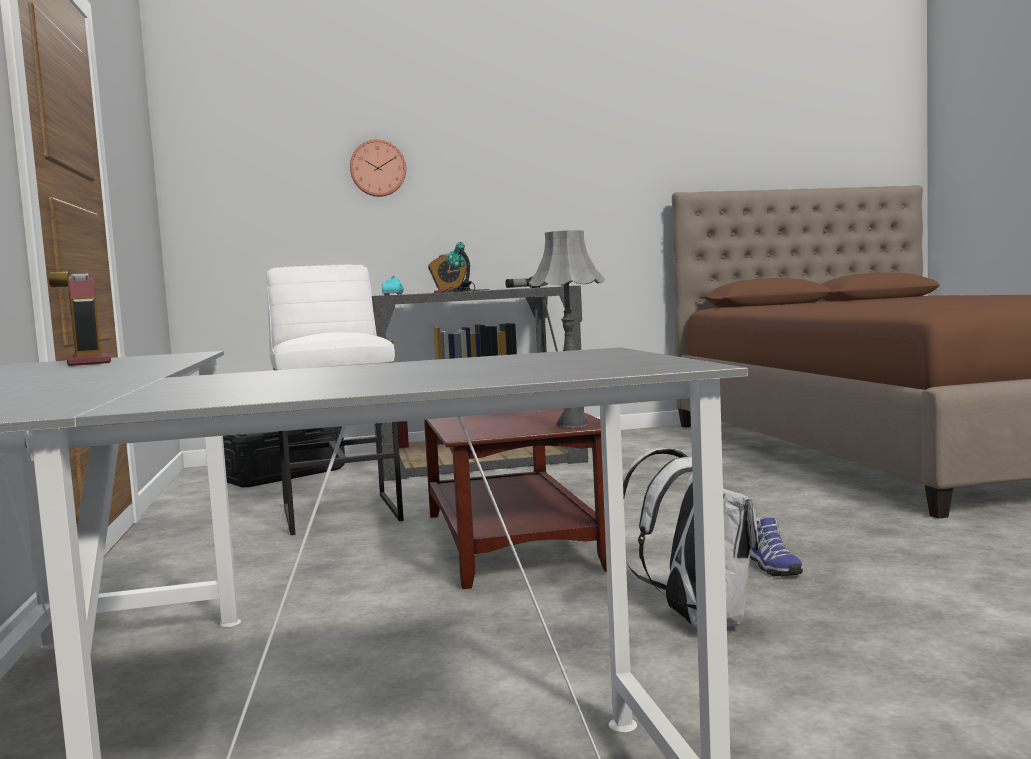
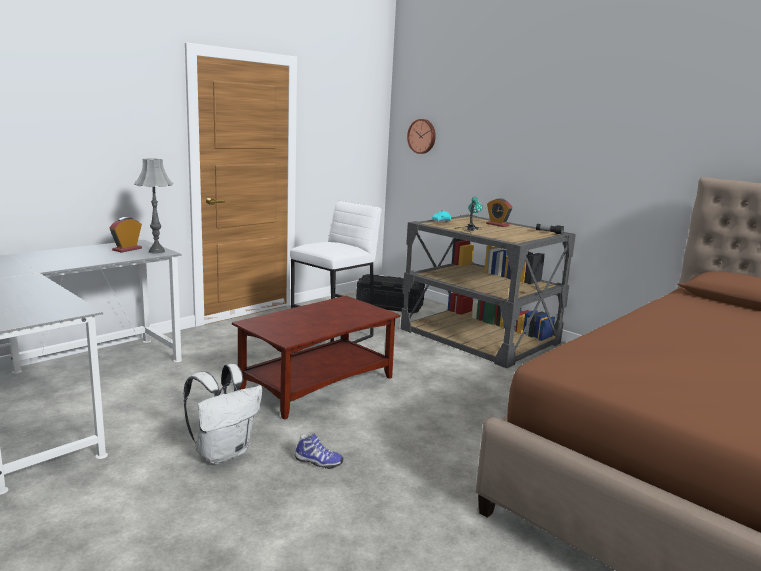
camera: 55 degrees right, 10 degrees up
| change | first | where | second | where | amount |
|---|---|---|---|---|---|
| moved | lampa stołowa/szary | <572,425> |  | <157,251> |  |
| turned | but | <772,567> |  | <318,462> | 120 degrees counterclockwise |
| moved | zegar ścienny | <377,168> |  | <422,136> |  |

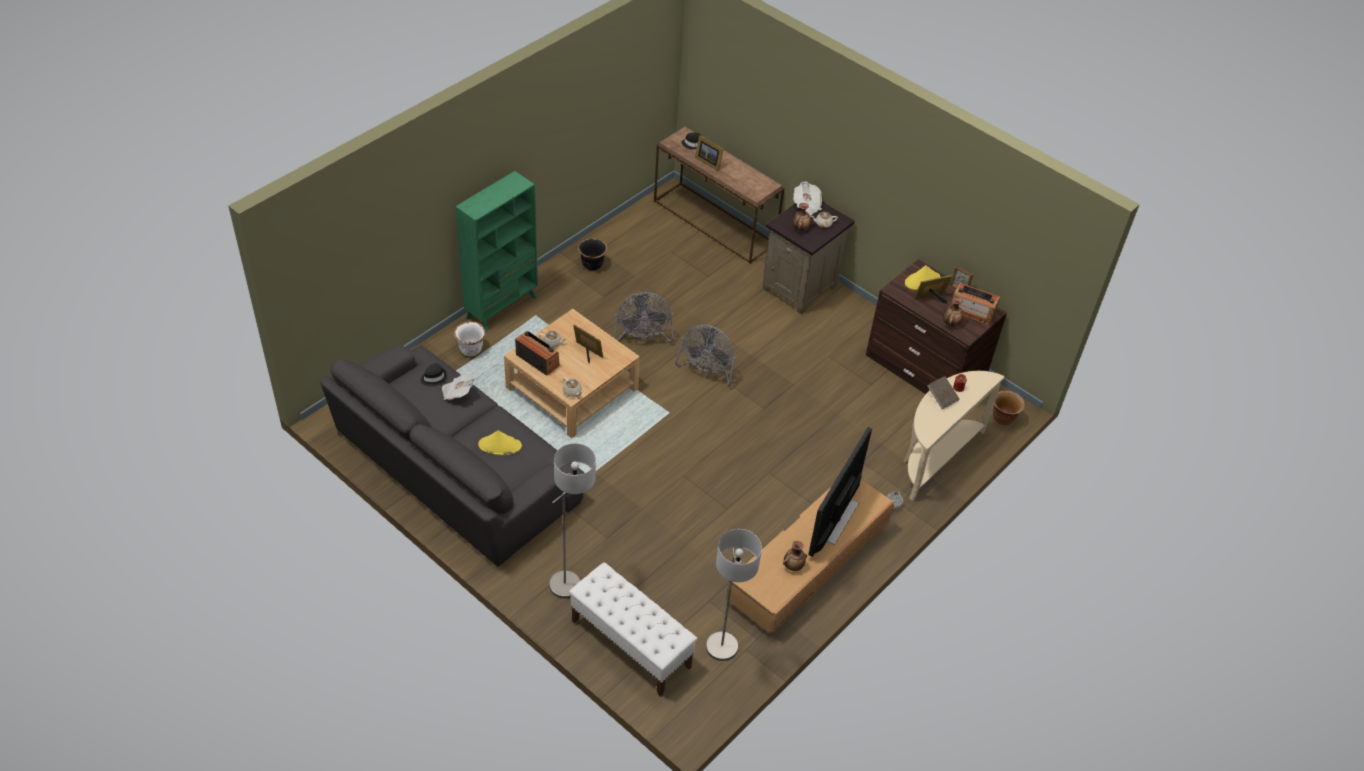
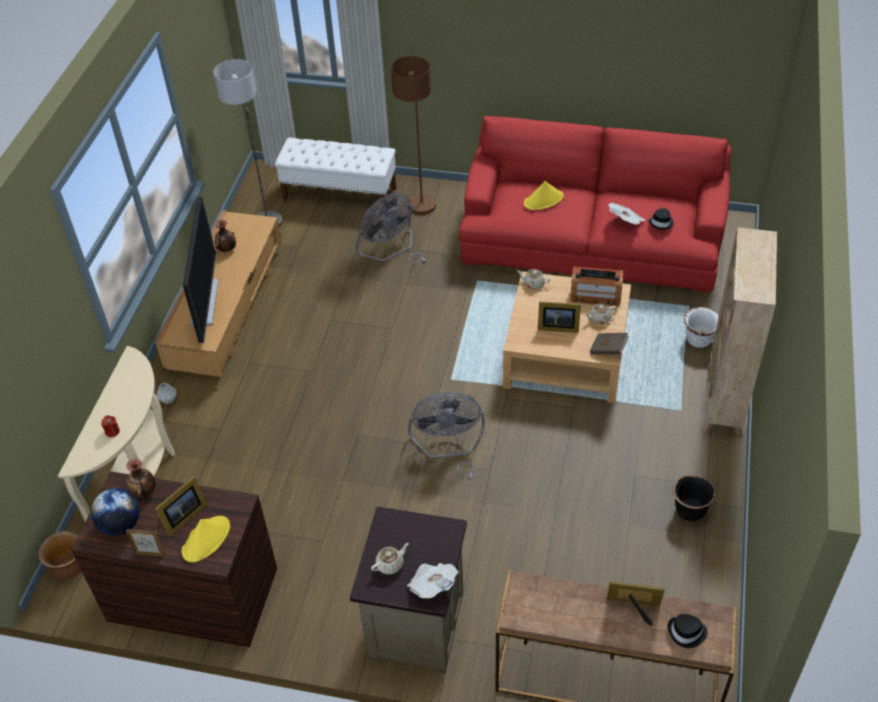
camera: 155 degrees right, 0 degrees up
| change | first | where | second | where | amount |
|---|---|---|---|---|---|
| replaced | radio | <971,311> | globus | <121,524> |  |
| moved | wentylator/szary | <640,335> |  | <394,249> |  |
| recoloured | lampa stojąca/szary | <571,579> | lampa stojąca/brązowy | <420,211> |  |
| recoloured | kanapa/szary | <455,468> | kanapa/czerwony | <592,238> |  |
| moved | książka/brązowy | <942,397> |  | <608,349> |  |
| recoloured | regał/zielony | <502,307> | regał/beżowy | <723,401> |  |
| removed | wazon | <800,228> |  |  |  |

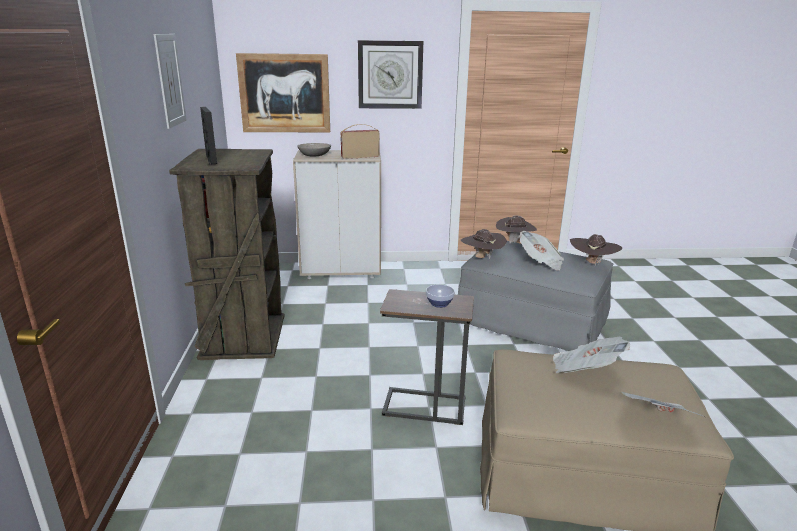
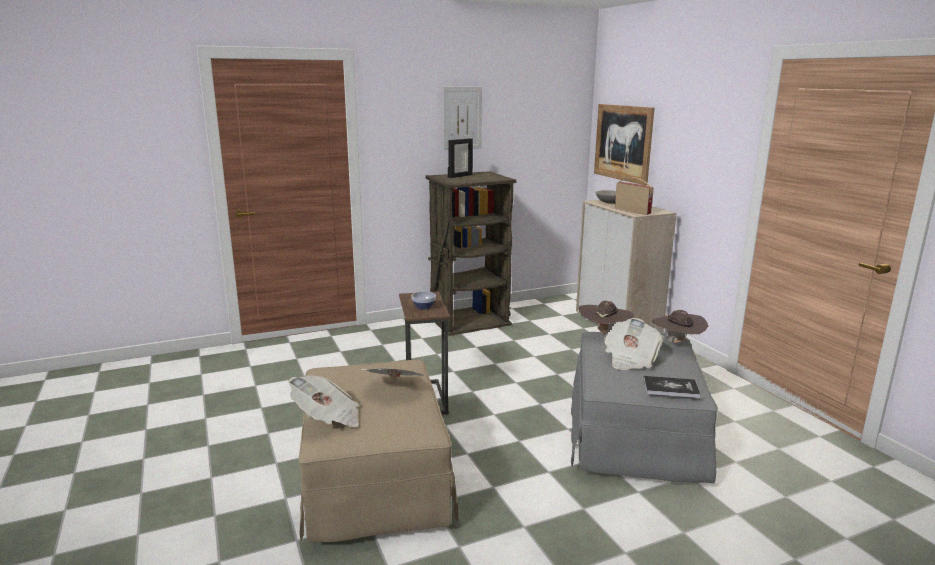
camera: 70 degrees right, 5 degrees down
| change | first | where | second | where | amount |
|---|---|---|---|---|---|
| replaced | kapelusz/brązowy | <592,263> | książka | <671,388> |  |
| removed | zegar ścienny | <390,75> |  |  |  |

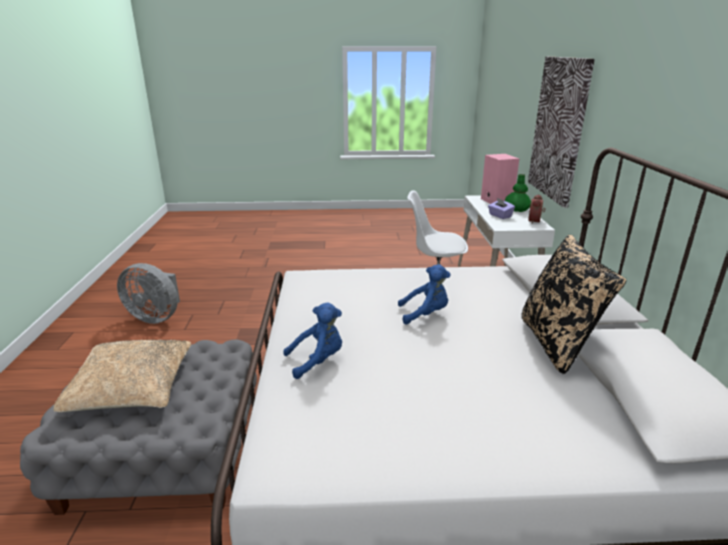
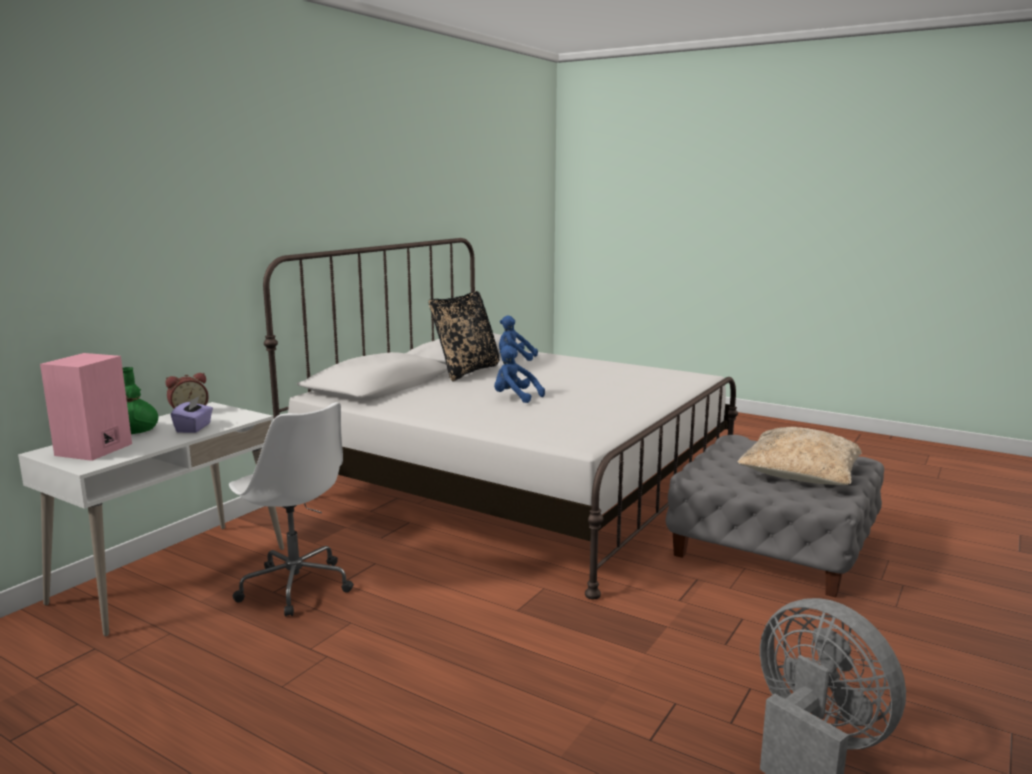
camera: 145 degrees left, 10 degrees down
| change | first | where | second | where | amount |
|---|---|---|---|---|---|
| moved | pluszak/niebieski | <317,361> |  | <514,358> |  |
| removed | obraz | <558,129> |  |  |  |

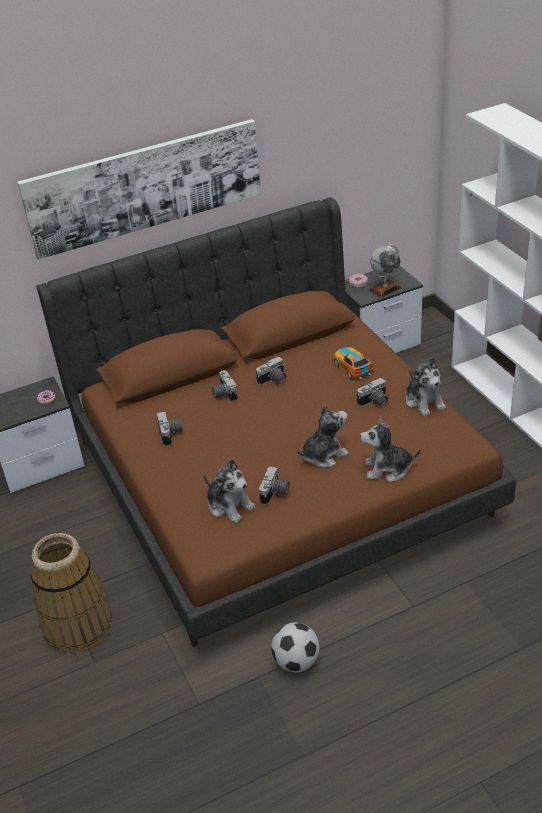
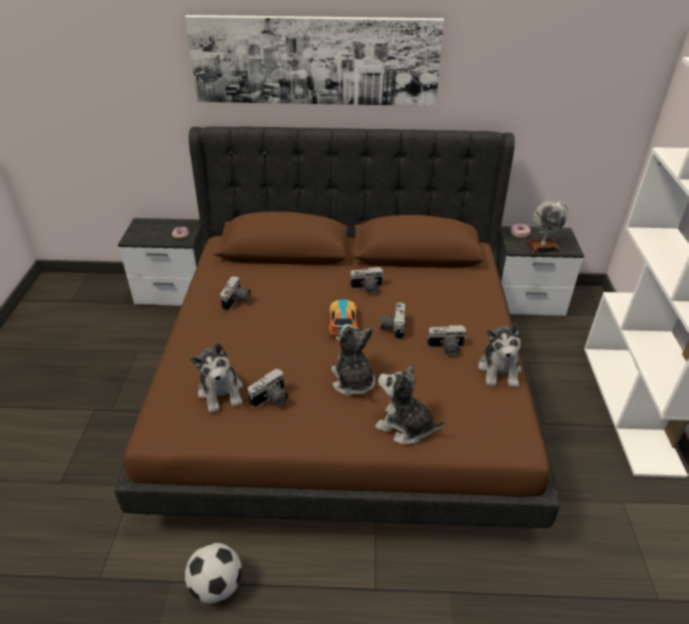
camera: 25 degrees right, 0 degrees up
| change | first | where | second | where | amount |
|---|---|---|---|---|---|
| moved | samochodzik | <352,367> |  | <343,323> |  |
| turned | pluszak | <323,455> |  | <353,381> | 105 degrees counterclockwise |
| moved | aparat fotograficzny | <223,394> |  | <392,327> |  |
| removed | koszyk | <78,625> |  |  |  |

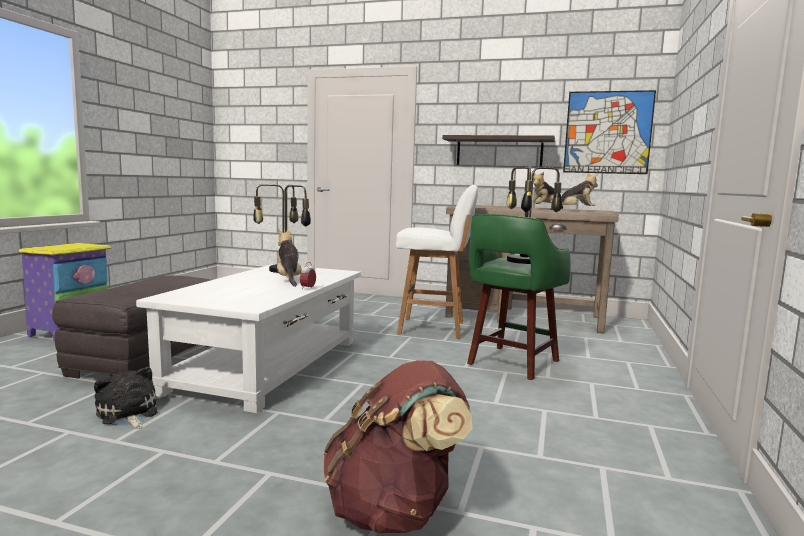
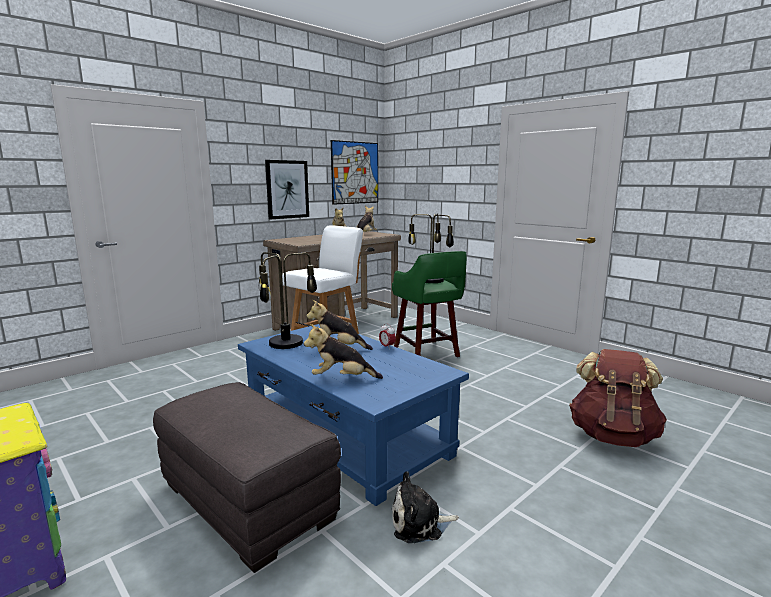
camera: 60 degrees left, 5 degrees up
| change | first | where | second | where | amount |
|---|---|---|---|---|---|
| recoloured | ława/biały | <266,365> | ława/niebieski | <345,435> |  |
| replaced | półka | <499,151> | obraz | <287,189> |  |
| added |  |  | pluszak | <342,378> |  |

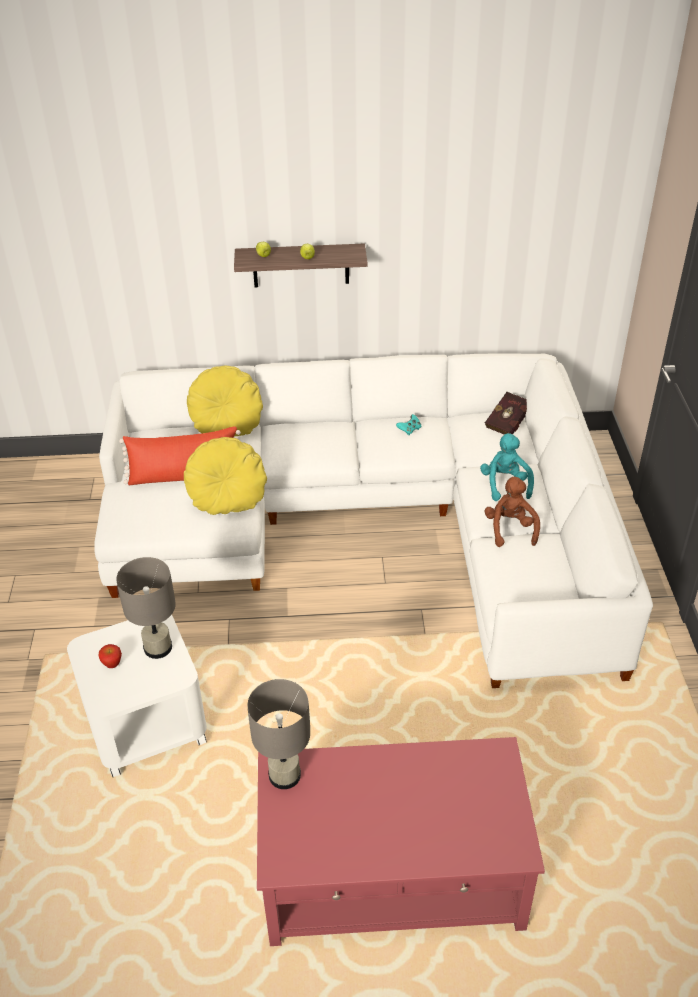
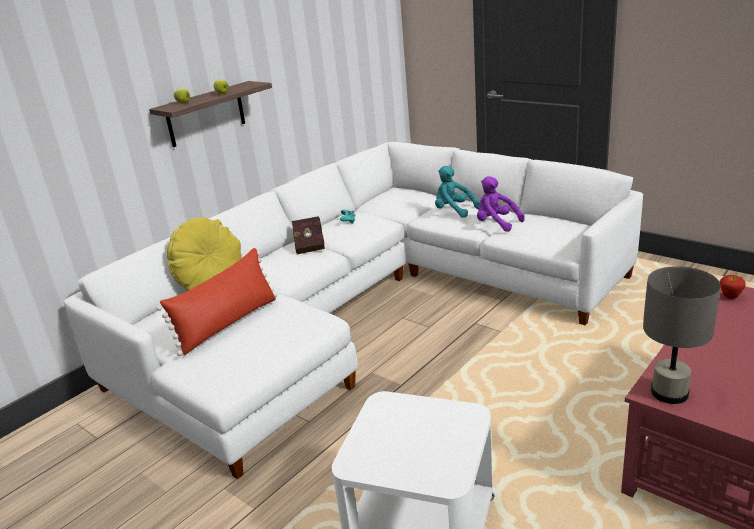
camera: 45 degrees left, 15 degrees down
| change | first | where | second | where | amount |
|---|---|---|---|---|---|
| moved | książka/czerwony | <509,423> |  | <310,244> |  |
| recoloured | pluszak/brązowy | <510,529> | pluszak/fioletowy | <496,224> |  |
| moved | jabłko | <112,665> |  | <730,297> |  |
| removed | lampa stołowa/szary | <158,647> |  |  |  |
| removed | poduszka/żółty | <228,504> |  |  |  |

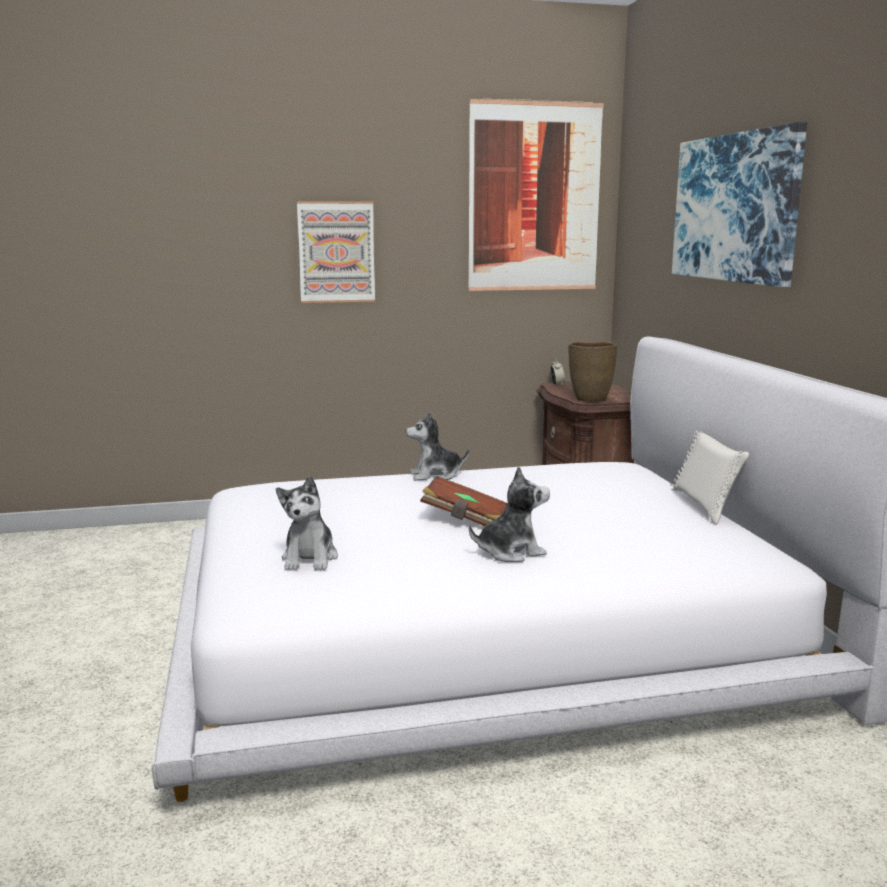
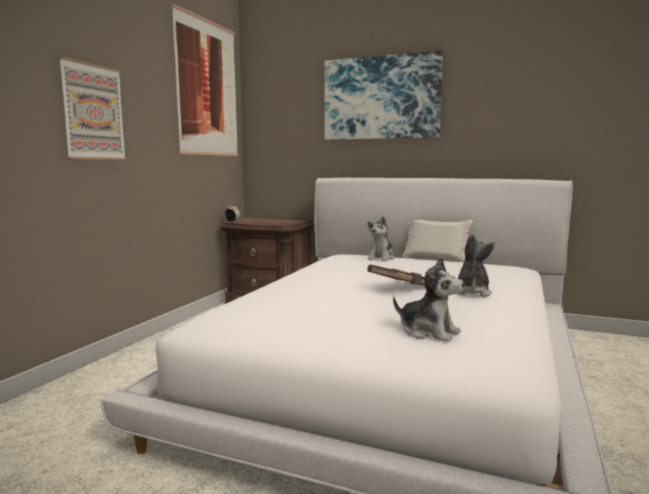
camera: 55 degrees left, 5 degrees down
| change | first | where | second | where | amount |
|---|---|---|---|---|---|
| moved | pluszak | <435,475> |  | <381,258> |  |
| removed | wazon/brązowy | <590,399> |  |  |  |

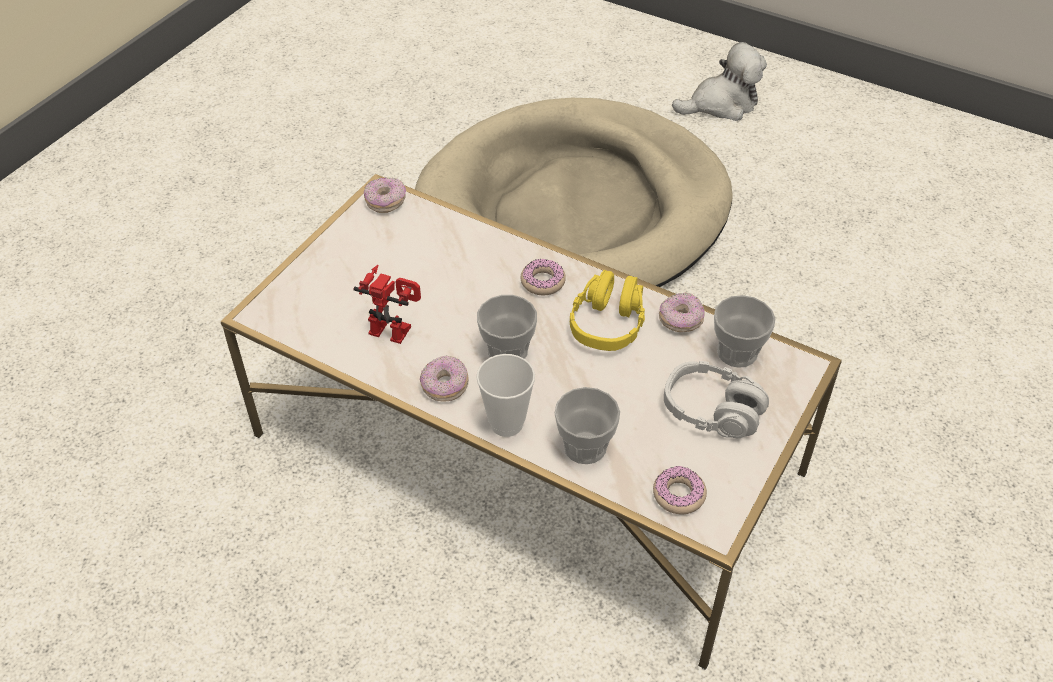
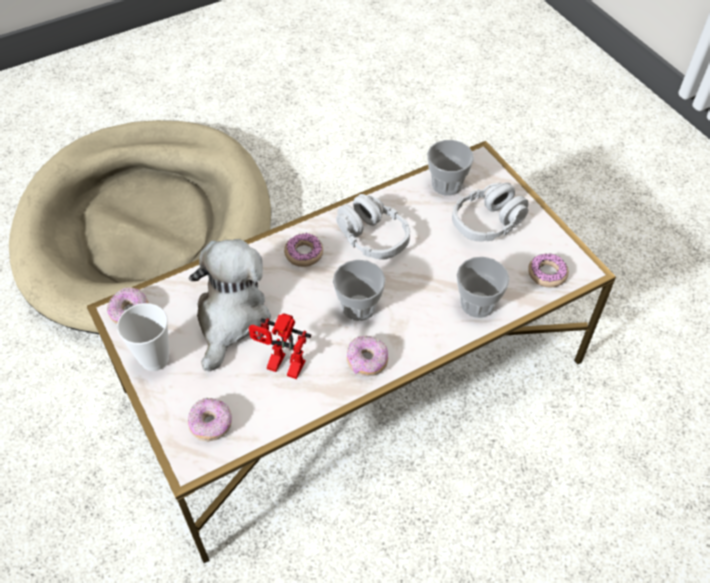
camera: 60 degrees left, 5 degrees up
| change | first | where | second | where | amount |
|---|---|---|---|---|---|
| moved | filiżanka | <506,424> |  | <155,359> |  |
| moved | donut | <680,320> |  | <211,424> |  |
| moved | pluszak | <721,104> |  | <231,317> |  |
| turned | robot zabawkowy | <395,327> |  | <281,368> | 120 degrees counterclockwise |
| recoloured | słuchawki/żółty | <607,323> | słuchawki/szary | <372,237> |  |

